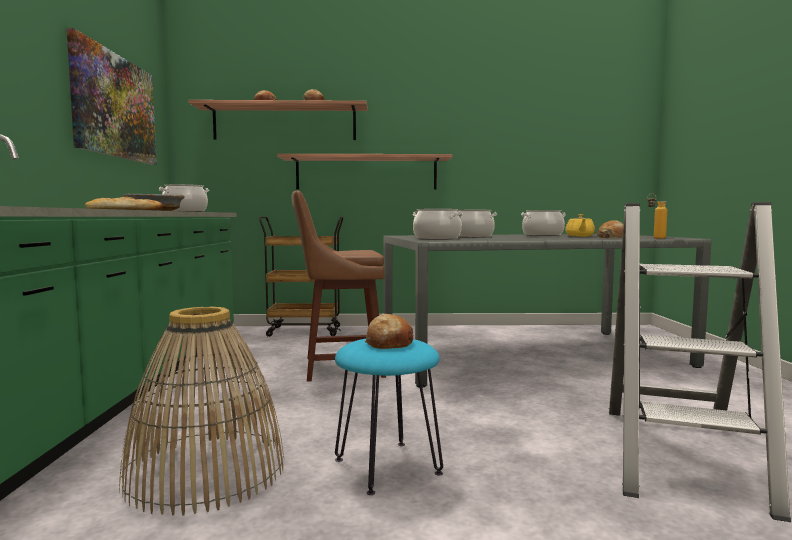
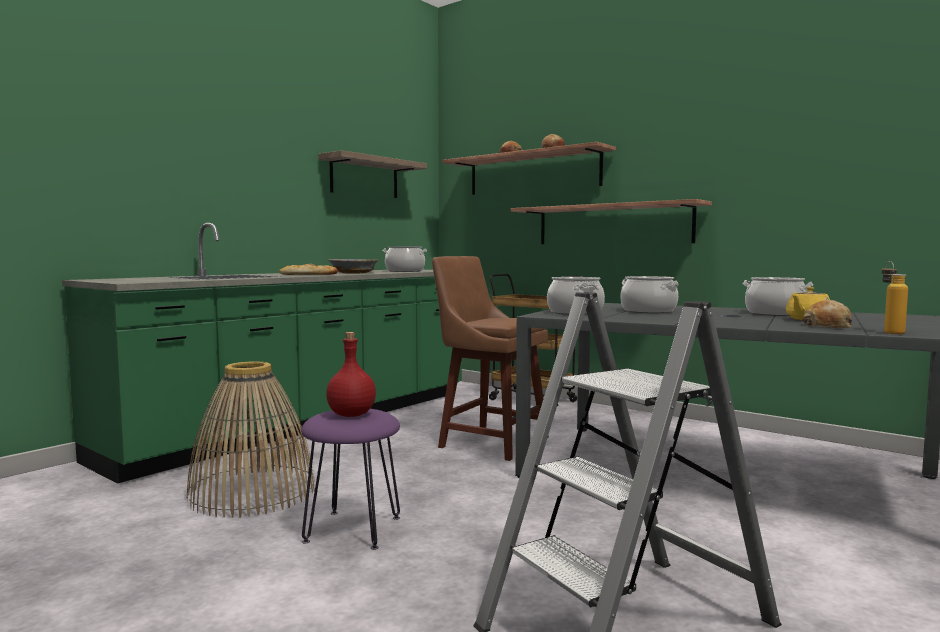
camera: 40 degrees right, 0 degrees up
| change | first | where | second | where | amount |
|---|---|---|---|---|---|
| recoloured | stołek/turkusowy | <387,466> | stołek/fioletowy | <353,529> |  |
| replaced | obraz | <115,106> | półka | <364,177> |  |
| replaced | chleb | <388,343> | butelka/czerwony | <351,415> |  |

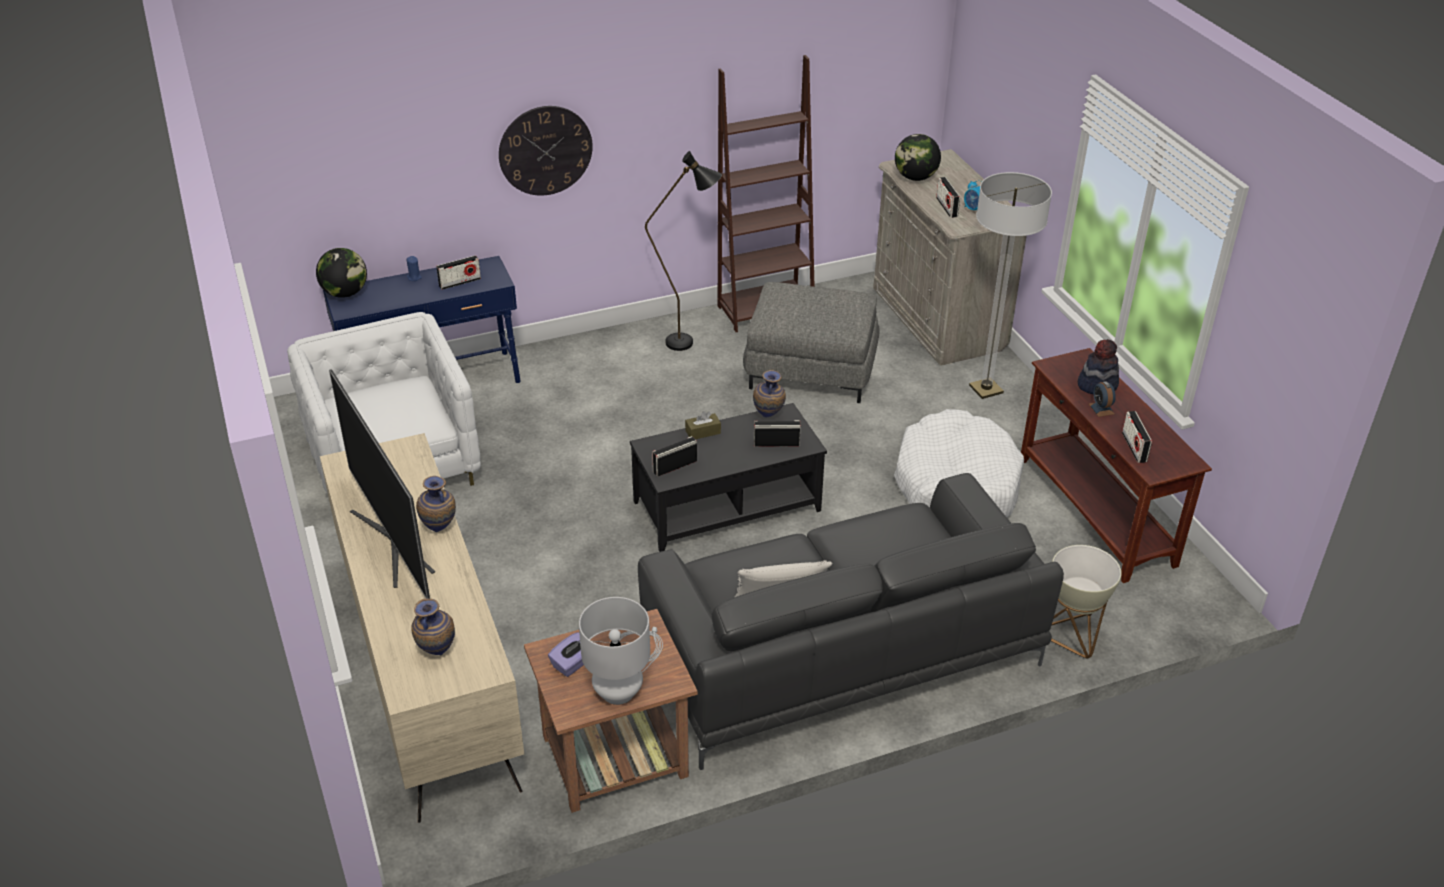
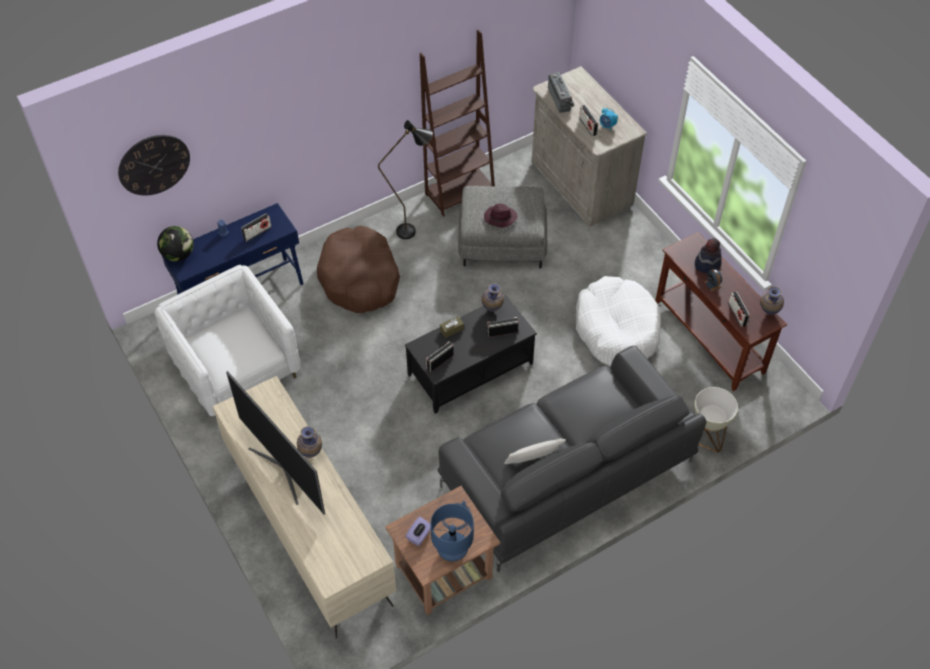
camera: 10 degrees left, 15 degrees up
| change | first | where | second | where | amount |
|---|---|---|---|---|---|
| moved | zegar ścienny | <545,150> |  | <154,164> |  |
| added |  |  | legowisko/brązowy | <359,278> |  |
| recoloured | lampa stołowa/szary | <626,674> | lampa stołowa/niebieski | <454,538> |  |
| added |  |  | kapelusz/fioletowy | <499,218> |  |
| replaced | globus | <915,177> | radio | <561,99> |  |
| moved | wazon | <436,652> |  | <768,313> |  |
| removed | lampa stojąca | <986,389> |  |  |  |

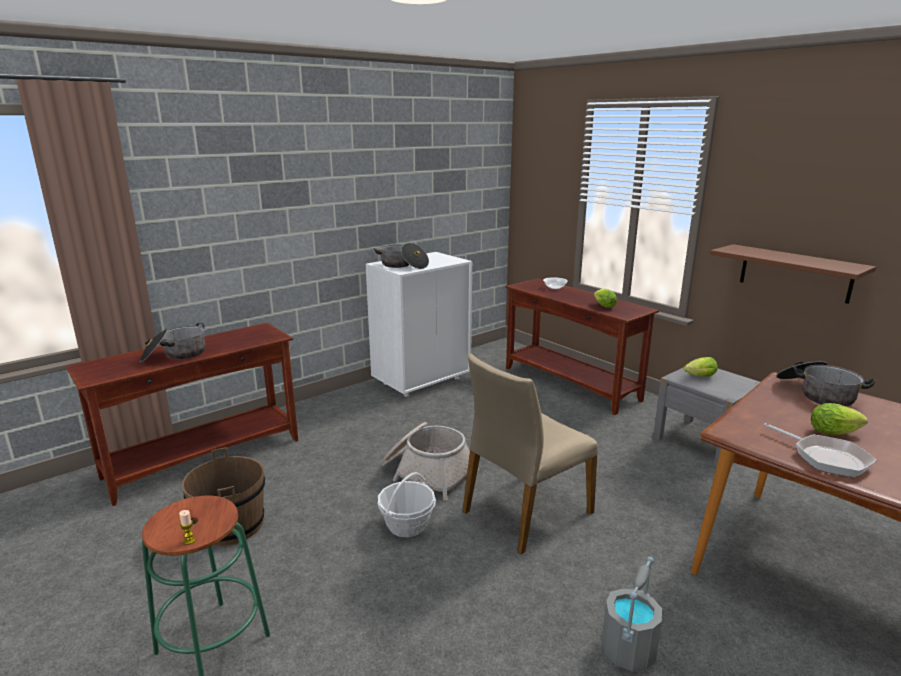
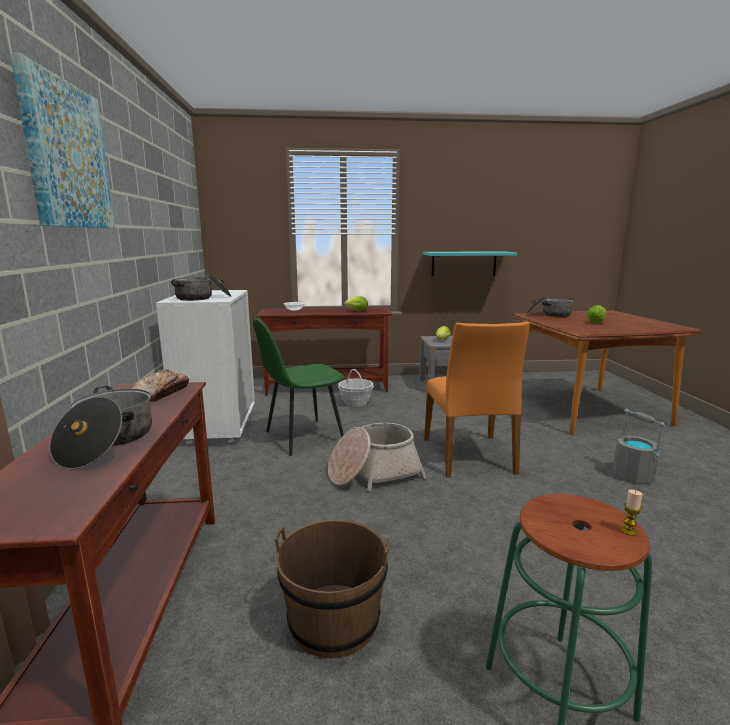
camera: 55 degrees left, 5 degrees down
| change | first | where | second | where | amount |
|---|---|---|---|---|---|
| added |  |  | obraz | <67,156> |  |
| added |  |  | chleb | <161,393> |  |
| added |  |  | krzesło/zielony | <302,437> |  |
| moved | koszyk | <407,525> |  | <355,402> |  |
| recoloured | półka/brązowy | <795,273> | półka/turkusowy | <463,264> |  |
| recoloured | krzesło/beżowy | <525,511> | krzesło/pomarańczowy | <469,455> |  |
| removed | patelnia | <826,458> |  |  |  |

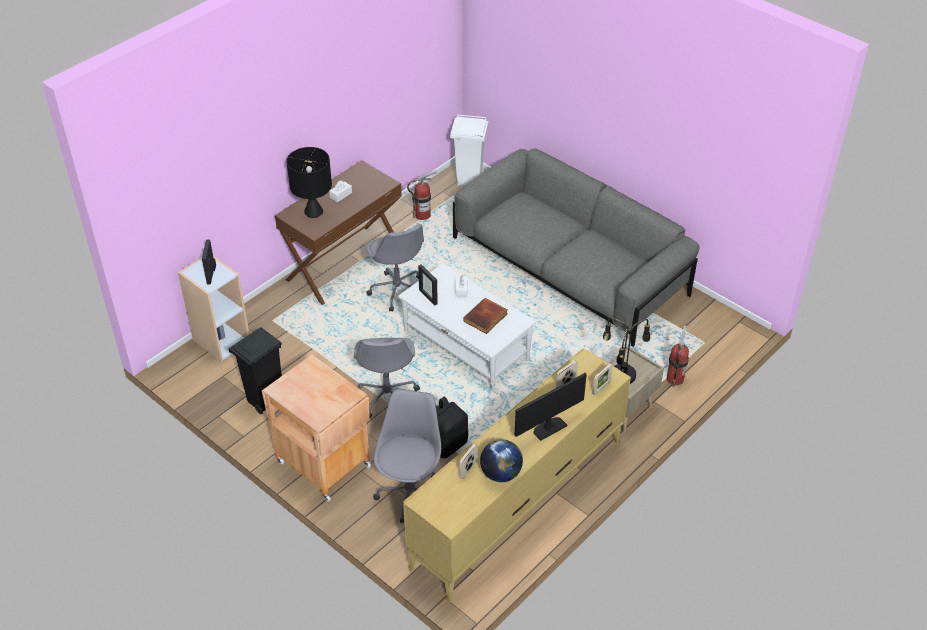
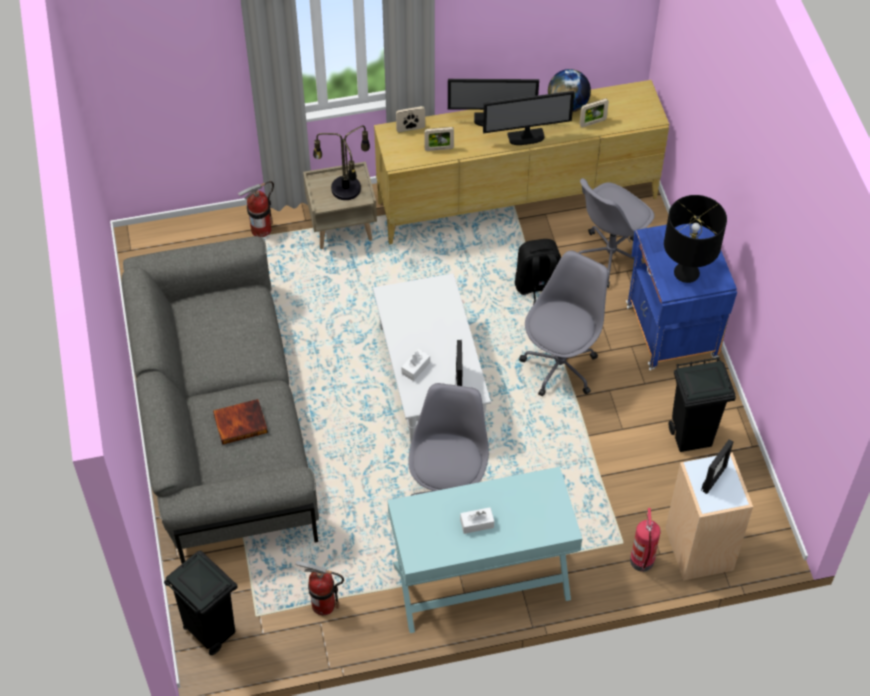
camera: 145 degrees left, 10 degrees up
| change | first | where | second | where | amount |
|---|---|---|---|---|---|
| recoloured | kosz na śmieci/biały | <470,180> | kosz na śmieci/czarny | <210,631> |  |
| moved | książka | <486,318> |  | <240,422> |  |
| recoloured | biurko/brązowy | <344,264> | biurko/turkusowy | <481,581> |  |
| added |  |  | monitor | <526,137> |  |
| recoloured | wózek/brązowy | <322,463> | wózek/niebieski | <672,334> |  |
| added |  |  | gaśnica | <642,562> |  |
| moved | lampa stołowa/czarny | <313,213> |  | <686,275> |  |

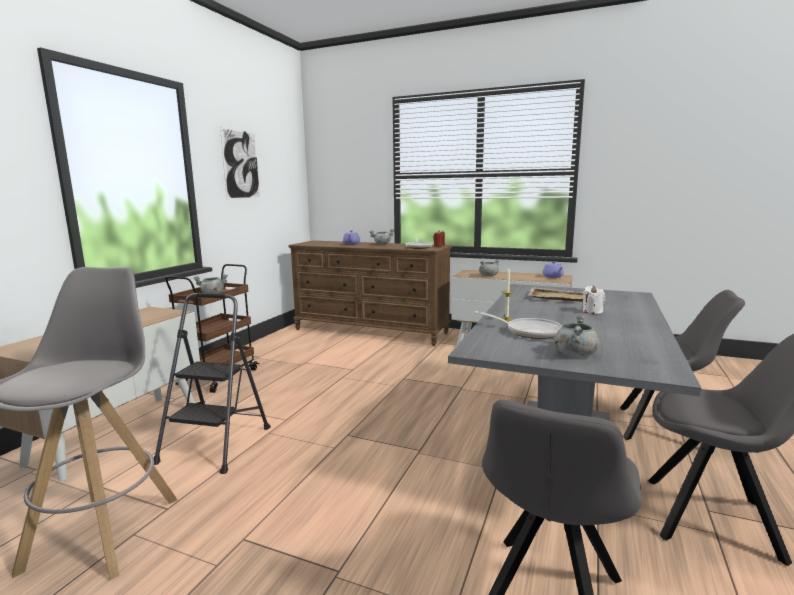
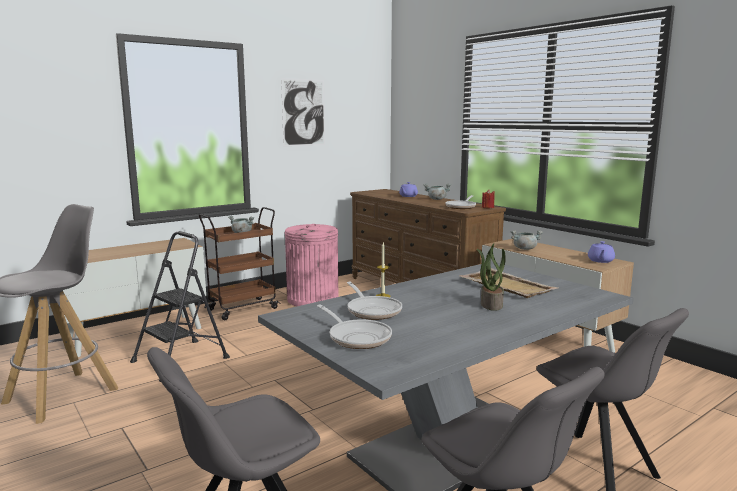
camera: 30 degrees right, 0 degrees up
| change | first | where | second | where | amount |
|---|---|---|---|---|---|
| added |  |  | kosz na śmieci/różowy | <313,299> |  |
| replaced | garnek/szary | <574,353> | patelnia | <357,337> |  |
| replaced | świeca/biały | <592,311> | roślina doniczkowa | <491,304> |  |

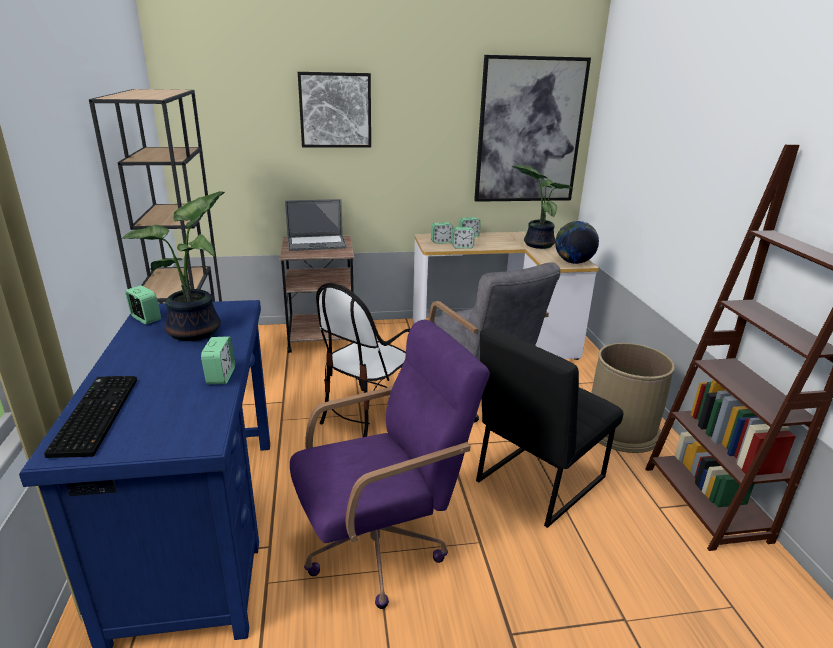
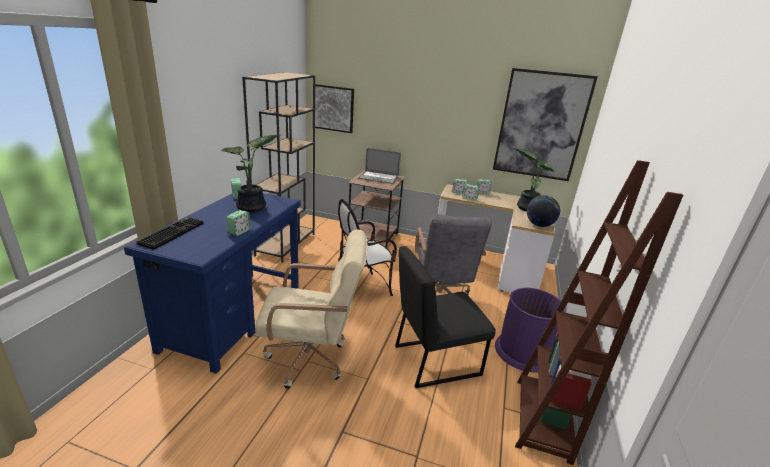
camera: 25 degrees right, 0 degrees up
| change | first | where | second | where | amount |
|---|---|---|---|---|---|
| recoloured | krzesło biurowe/fioletowy | <383,548> | krzesło biurowe/beżowy | <312,360> |  |
| moved | obraz | <335,110> |  | <333,108> |  |
| recoloured | kosz na śmieci/brązowy | <621,429> | kosz na śmieci/fioletowy | <523,351> |  |

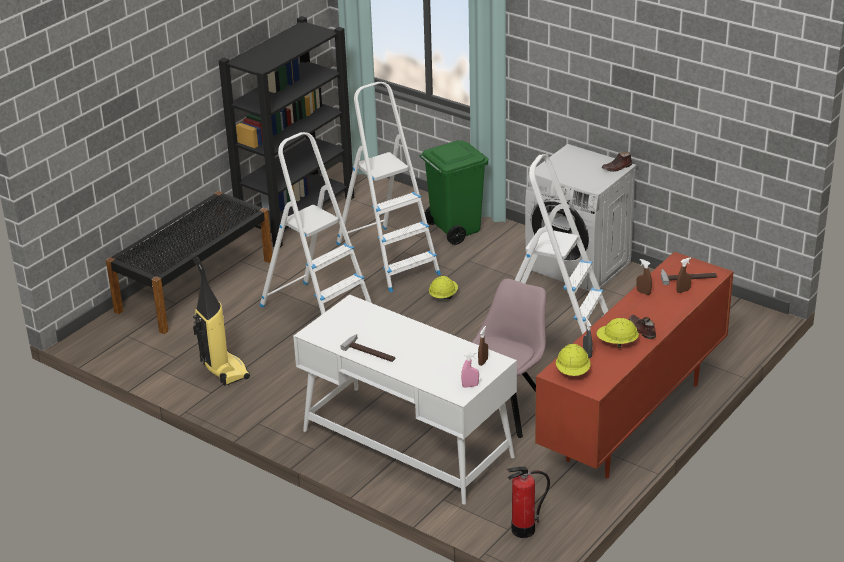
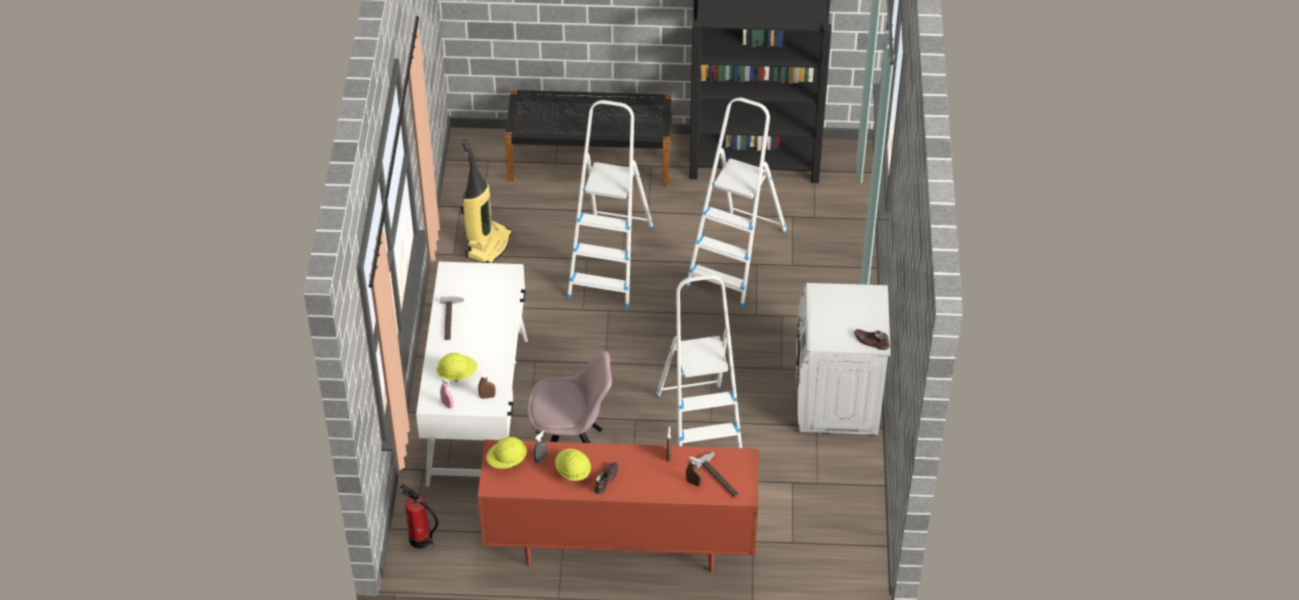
camera: 55 degrees right, 15 degrees up
| change | first | where | second | where | amount |
|---|---|---|---|---|---|
| moved | kask/żółty | <443,296> |  | <457,374> |  |
| removed | kosz na śmieci/zielony | <454,229> |  |  |  |

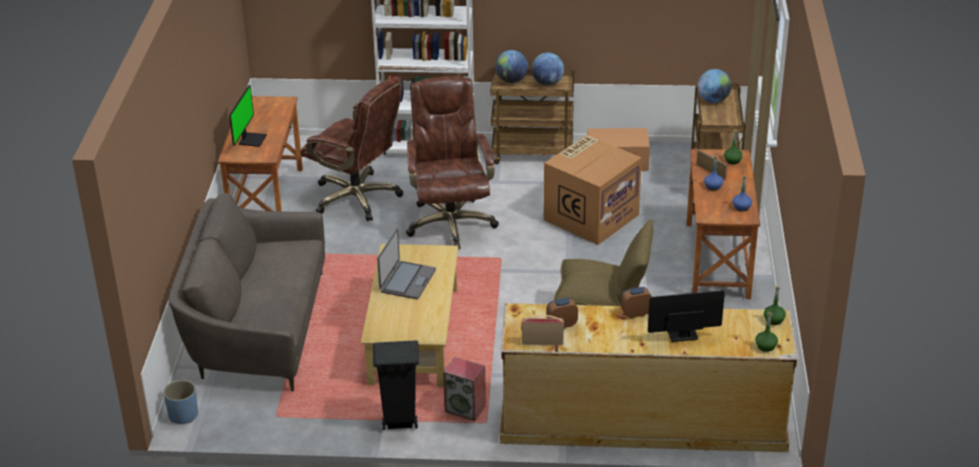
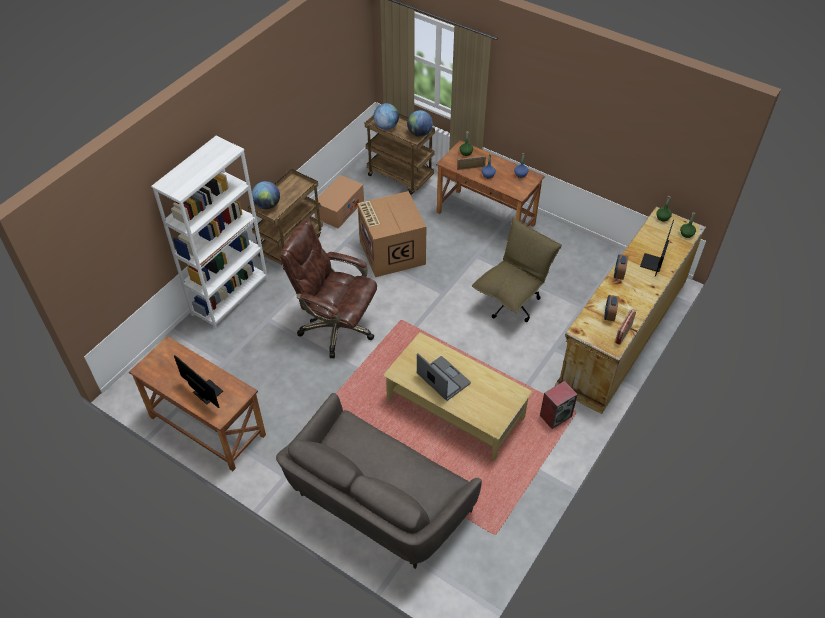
camera: 60 degrees left, 15 degrees up
| change | first | where | second | where | amount |
|---|---|---|---|---|---|
| moved | globus | <547,83> |  | <419,133> |  |
| removed | donica/niebieski | <183,415> |  |  |  |
| removed | krzesło biurowe/brązowy | <356,197> |  |  |  |
| removed | kosz na śmieci/czarny | <399,421> |  |  |  |

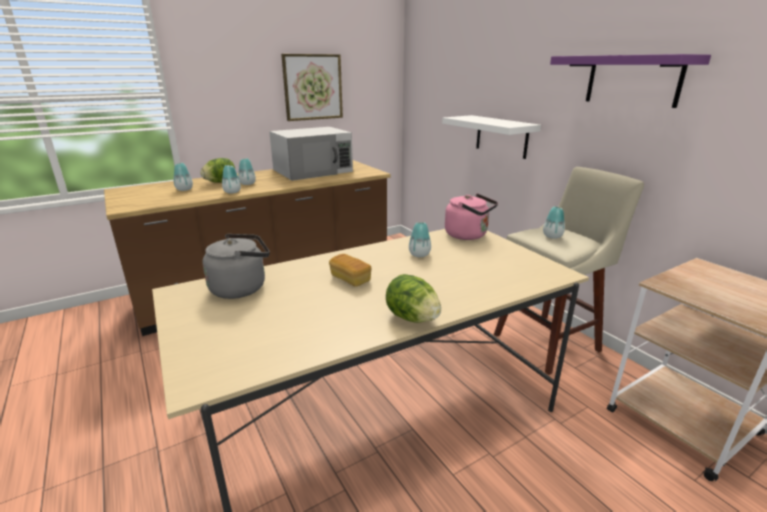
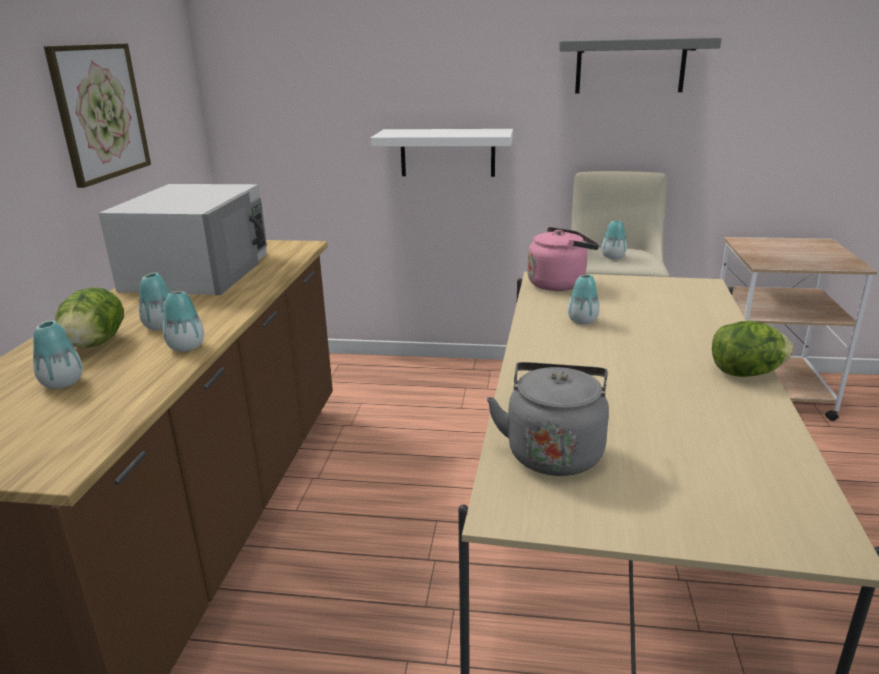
camera: 50 degrees left, 0 degrees up
| change | first | where | second | where | amount |
|---|---|---|---|---|---|
| recoloured | półka/fioletowy | <632,80> | półka/szary | <630,66> |  |
| removed | chleb | <350,279> |  |  |  |

